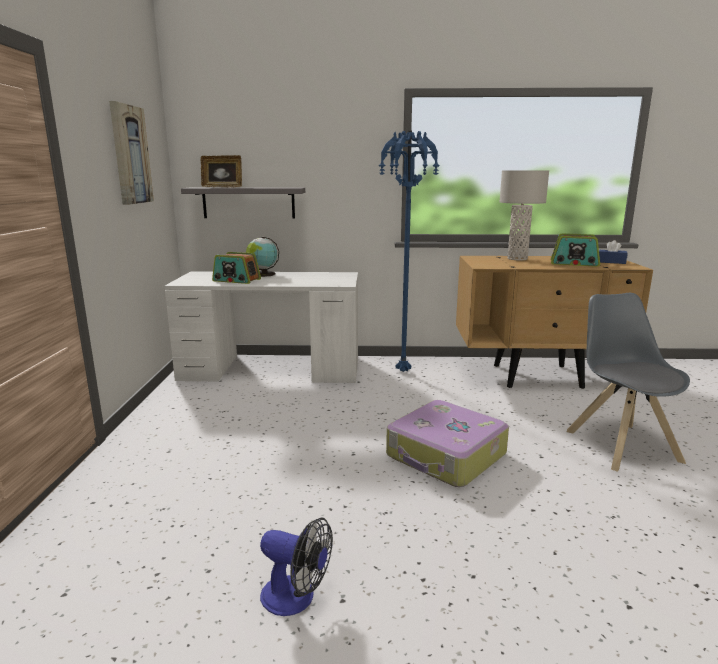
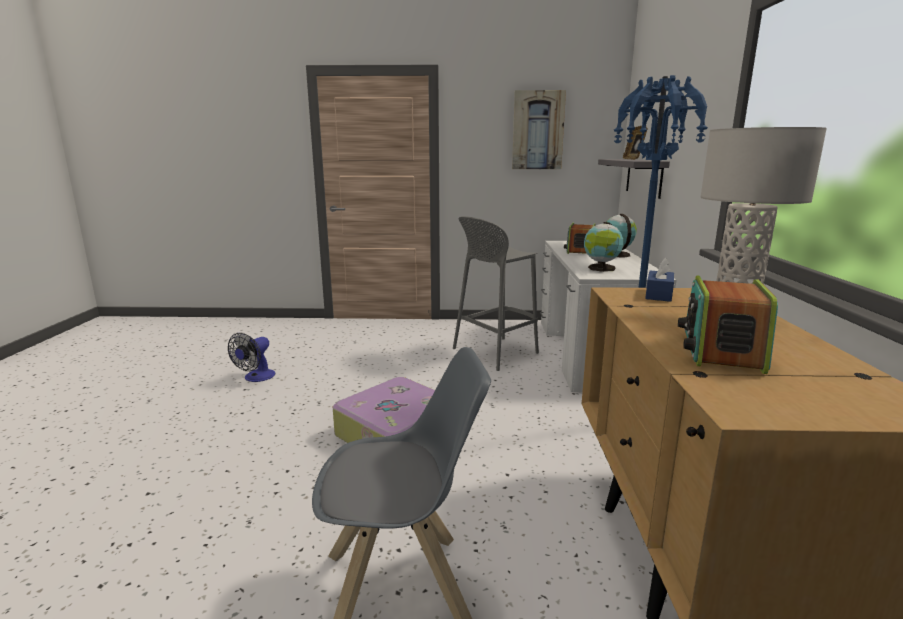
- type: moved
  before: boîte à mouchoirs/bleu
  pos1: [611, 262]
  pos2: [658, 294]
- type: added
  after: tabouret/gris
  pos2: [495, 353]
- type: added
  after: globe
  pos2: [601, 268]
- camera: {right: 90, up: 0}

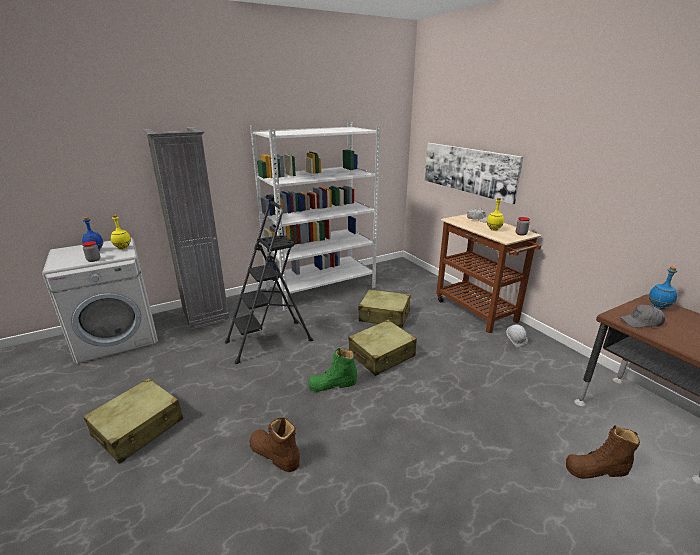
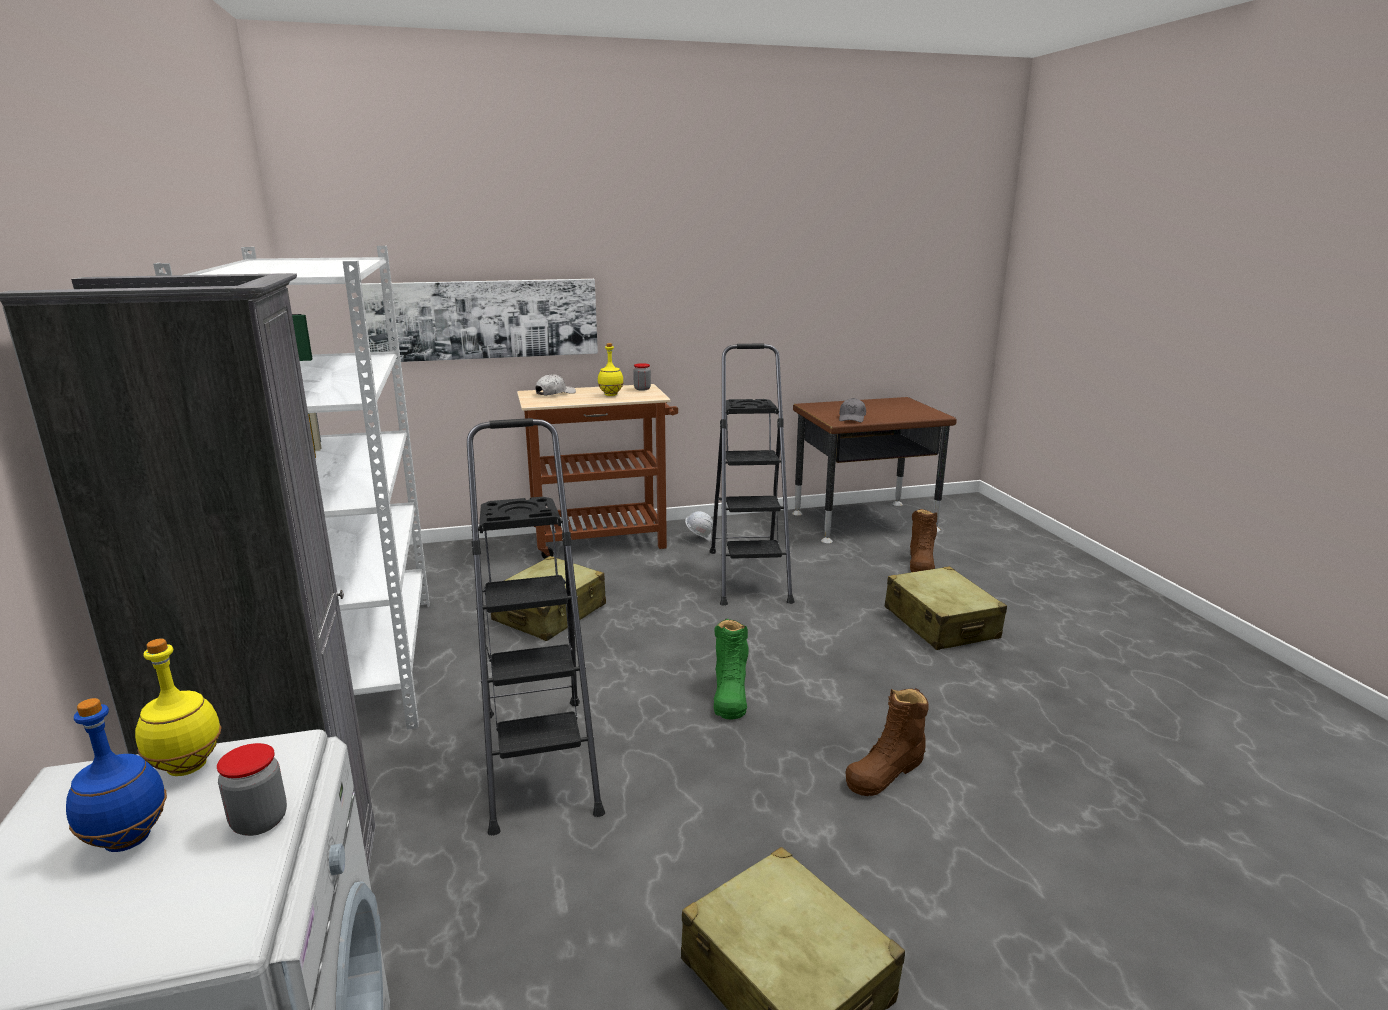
- type: removed
  before: bouteille/bleu
  pos1: [658, 307]
- type: moved
  before: valise/beige
  pos1: [382, 355]
  pos2: [941, 623]
- type: added
  after: escabeau
  pos2: [748, 574]
- camera: {right: -75, up: -5}

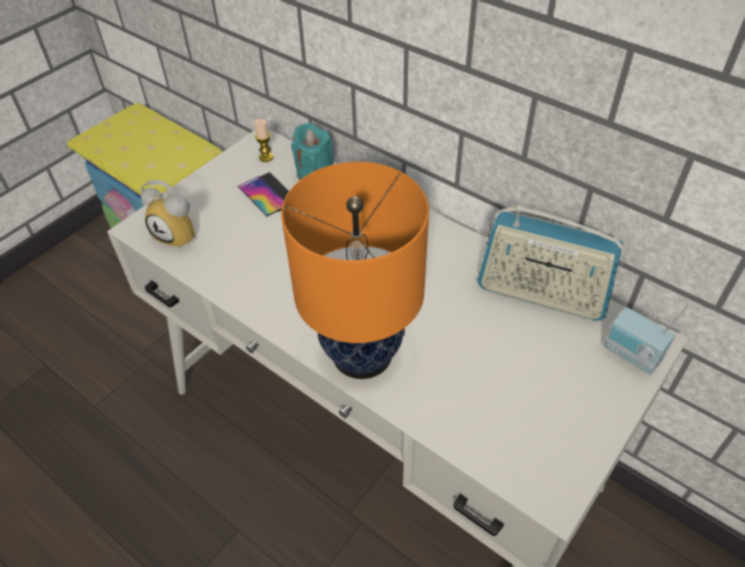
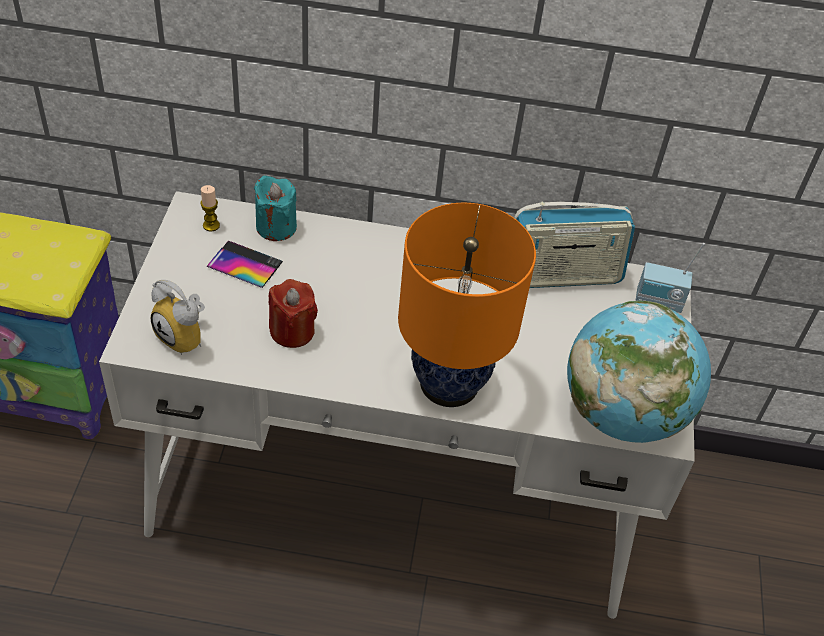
- type: turned
  before: réveil
  pos1: [181, 235]
  pos2: [186, 337]
  turn: 45
- type: added
  after: bougie/rouge
  pos2: [292, 331]
- type: added
  after: globe
  pos2: [622, 414]
- camera: {right: -35, up: 0}

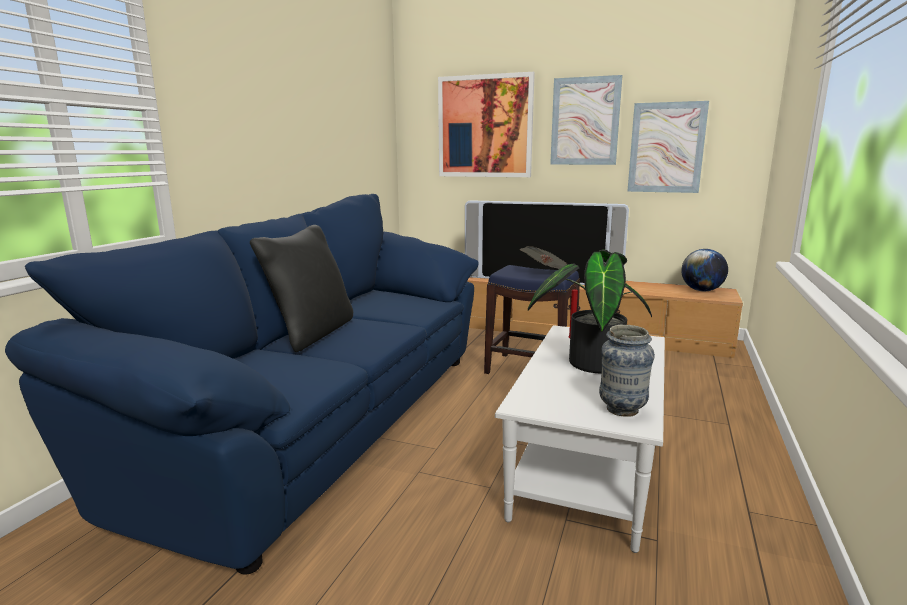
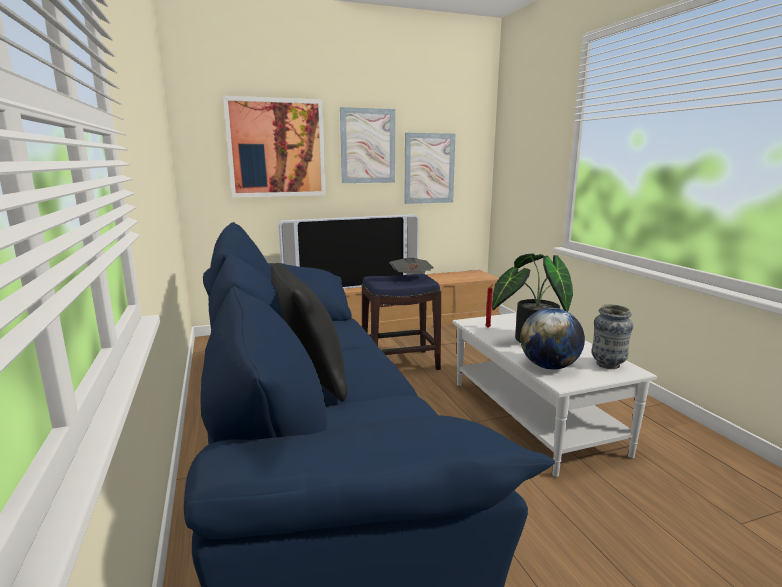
- type: moved
  before: globe
  pos1: [702, 290]
  pos2: [549, 366]
- camera: {right: -40, up: 0}

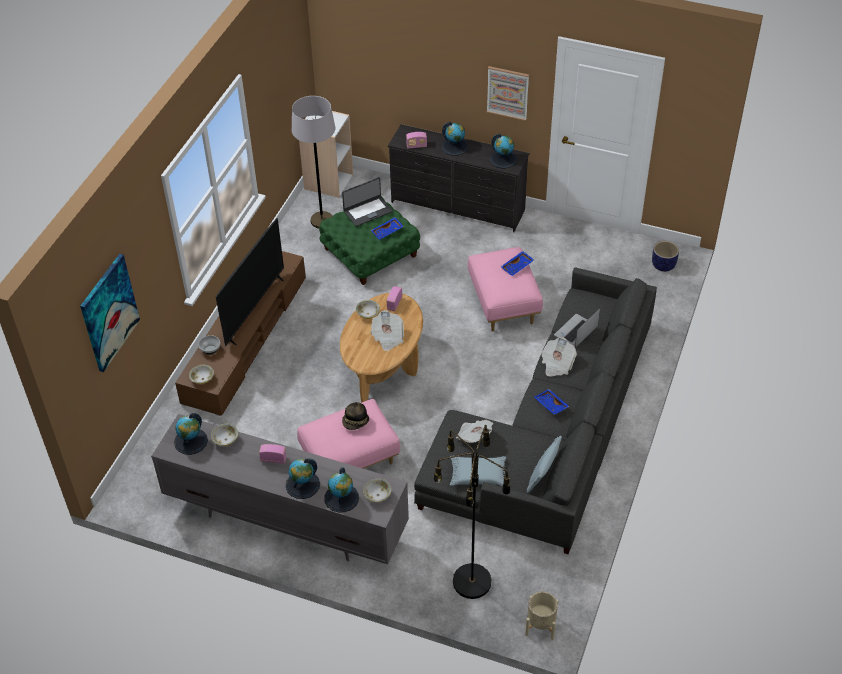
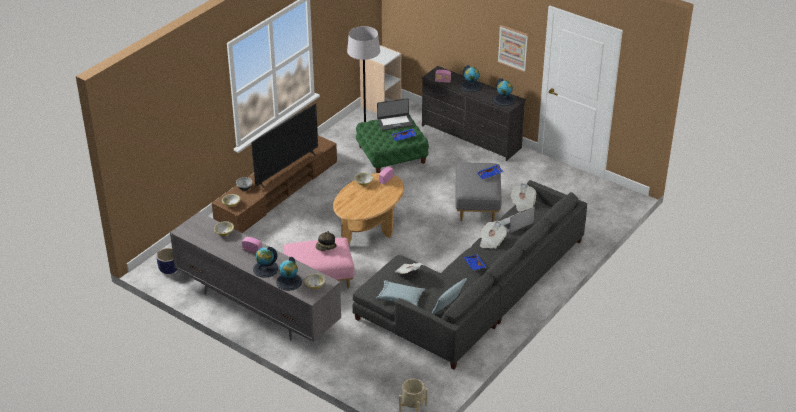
- type: moved
  before: cache-pot
  pos1: [663, 265]
  pos2: [169, 269]
- type: recoloured
  before: pouf/rose
  after: pouf/gris
  pos1: [504, 305]
  pos2: [477, 205]
- type: removed
  before: tableau
  pos1: [109, 312]
- type: moved
  before: journal
  pos1: [388, 337]
  pos2: [522, 203]
- type: removed
  before: globe
  pos1: [191, 441]
- type: removed
  before: lampadaire
  pos1: [471, 582]
- camera: {right: 15, up: -10}

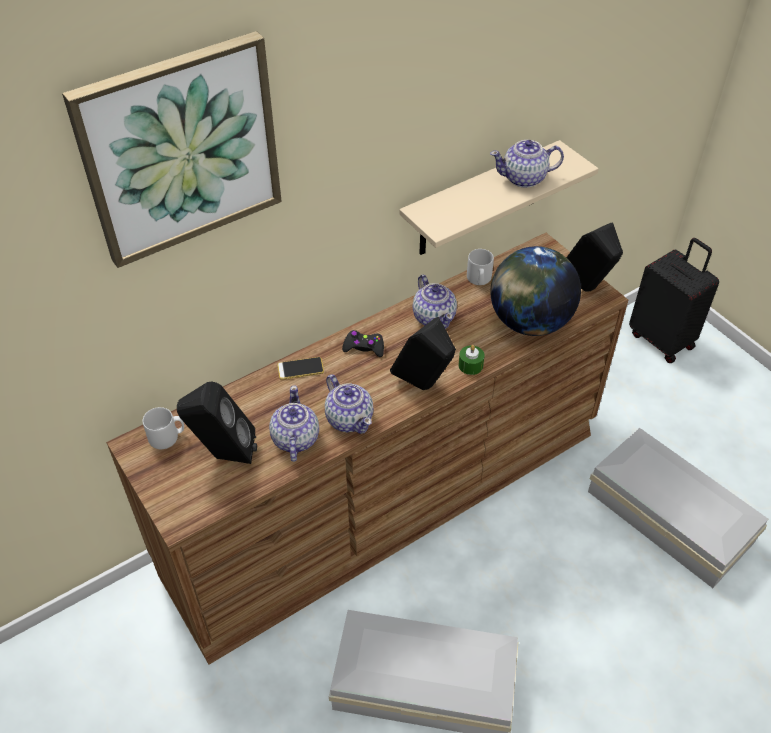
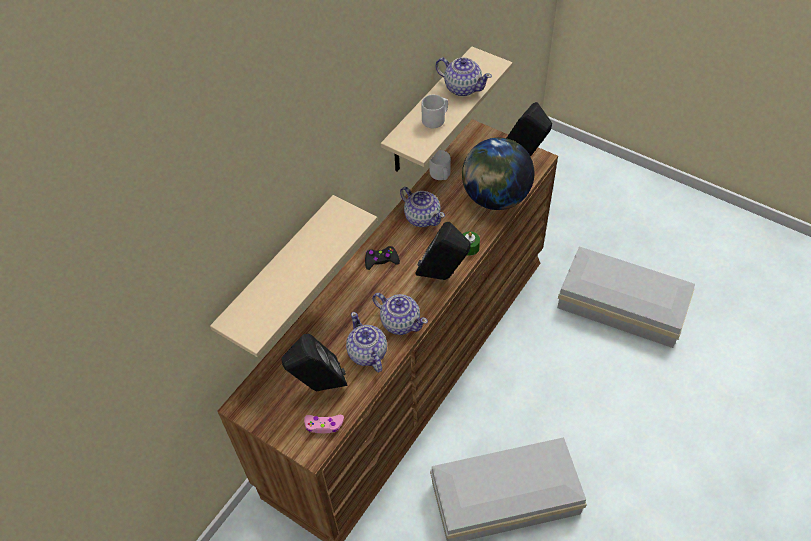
- type: removed
  before: tableau
  pos1: [181, 149]
- type: turned
  before: théière
  pos1: [524, 178]
  pos2: [462, 87]
  turn: -120
- type: removed
  before: valise/noir
  pos1: [662, 340]
- type: removed
  before: téléphone
  pos1: [300, 368]
- type: moved
  before: mug/gris
  pos1: [167, 437]
  pos2: [435, 119]
- type: added
  after: étagère/beige
  pos2: [279, 276]
- type: added
  after: manette/rose
  pos2: [324, 425]
- camera: {right: -20, up: 5}

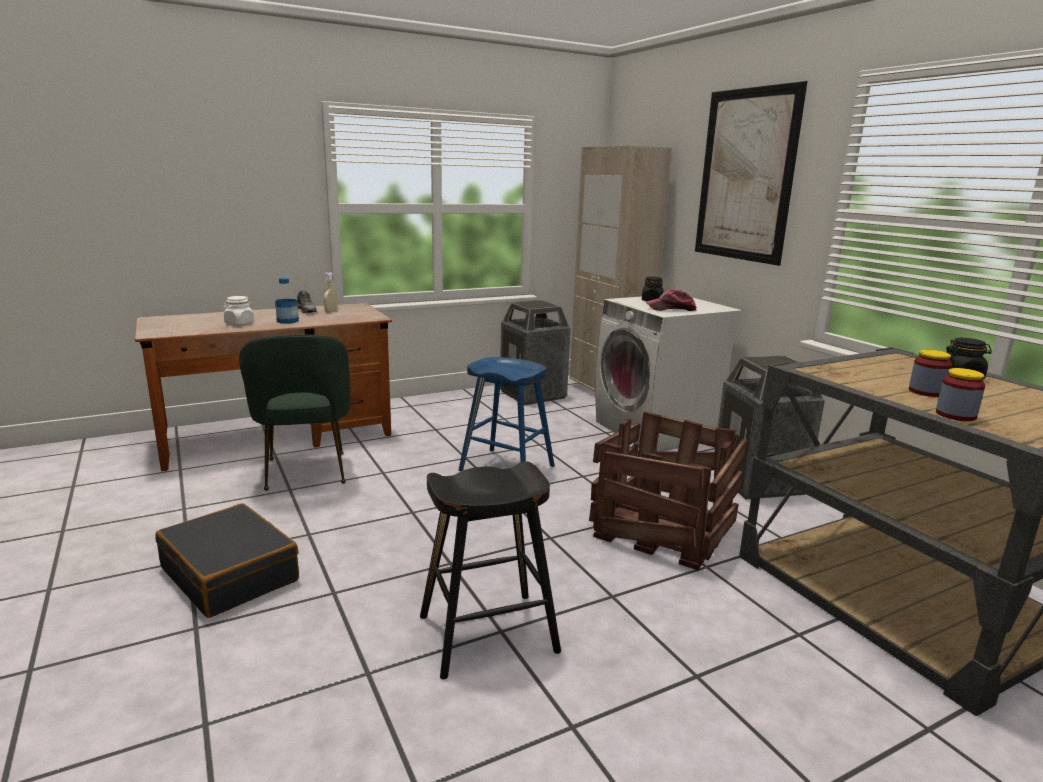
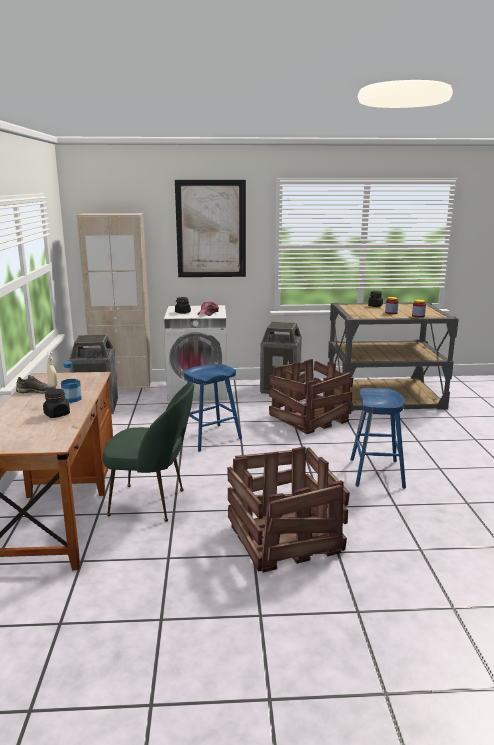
- type: recoloured
  before: bocal/blanc
  after: bocal/noir
  pos1: [239, 323]
  pos2: [57, 414]
- type: recoloured
  before: tabouret/noir
  after: tabouret/bleu
  pos1: [488, 634]
  pos2: [376, 473]
- type: replaced
  before: valise/noir
  after: caisse
  pos1: [230, 574]
  pos2: [283, 539]
- camera: {right: -65, up: 0}

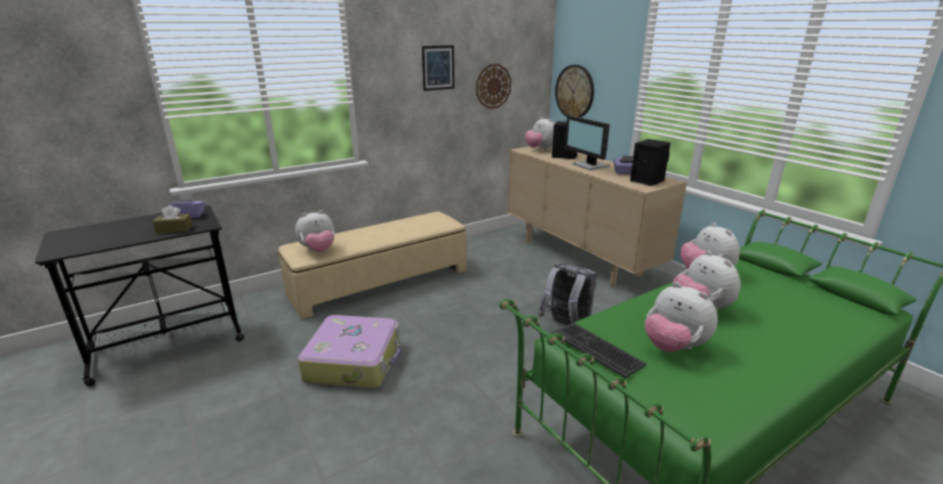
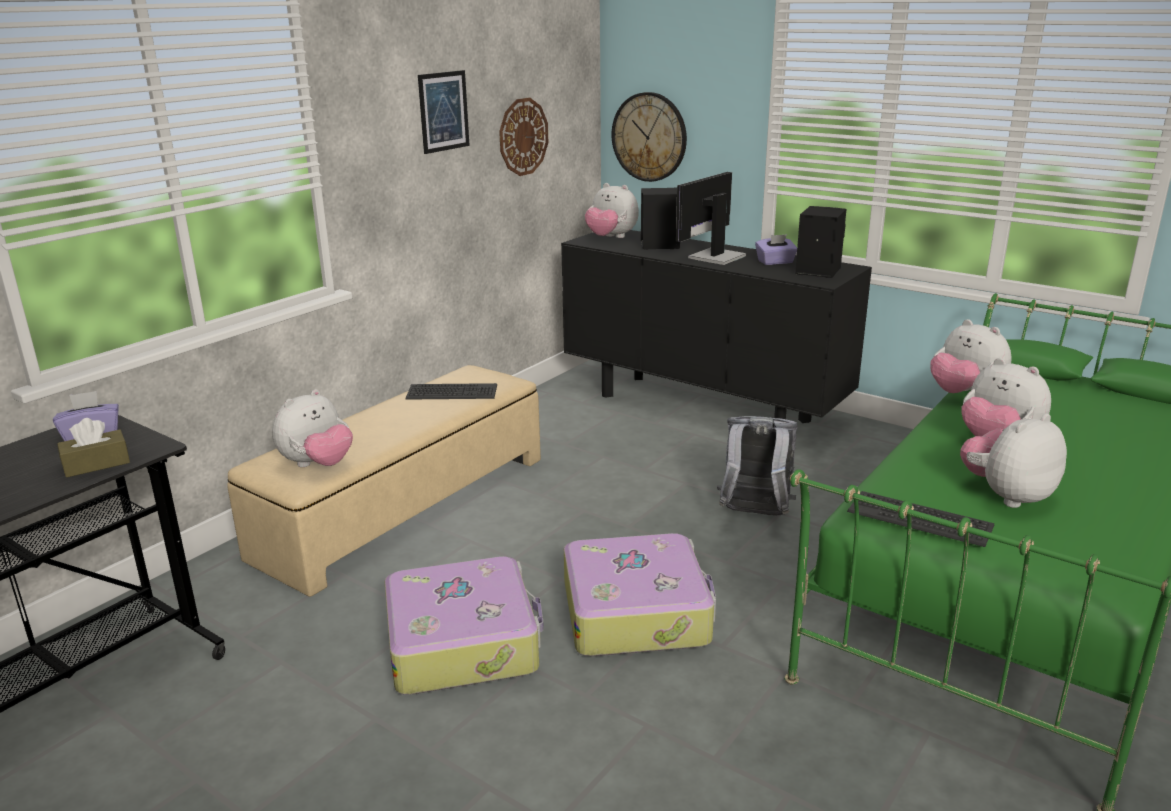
- type: turned
  before: écran d'ordinateur
  pos1: [590, 166]
  pos2: [714, 257]
  turn: 90
- type: recoloured
  before: commode/beige
  after: commode/noir
  pos1: [579, 257]
  pos2: [702, 408]
- type: turned
  before: peluche
  pos1: [674, 347]
  pos2: [1007, 496]
  turn: 120
- type: added
  after: clavier
  pos2: [451, 393]
- type: added
  after: valise
  pos2: [637, 612]
- camera: {right: -20, up: 0}

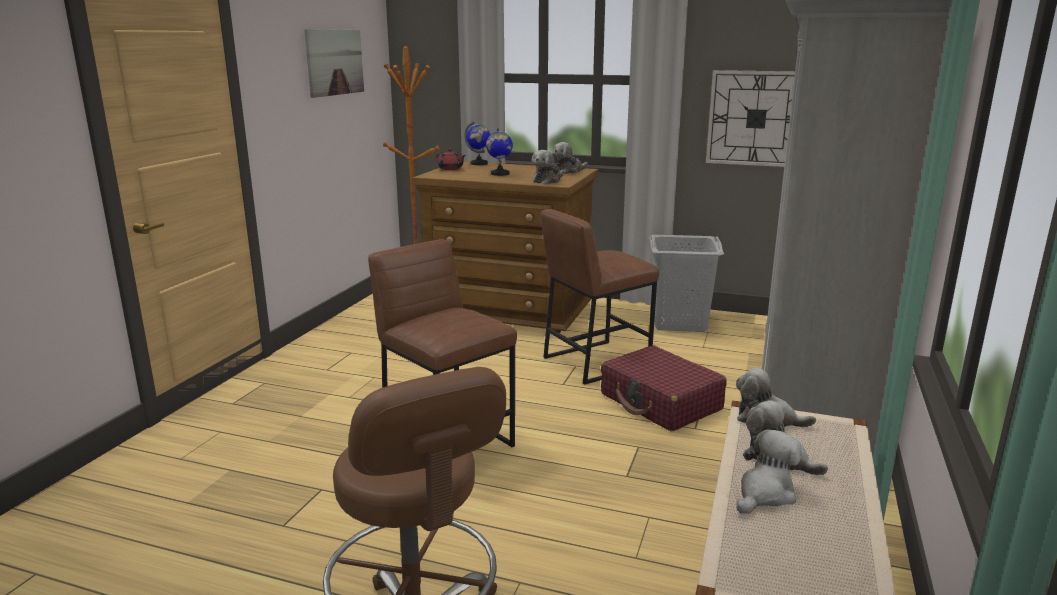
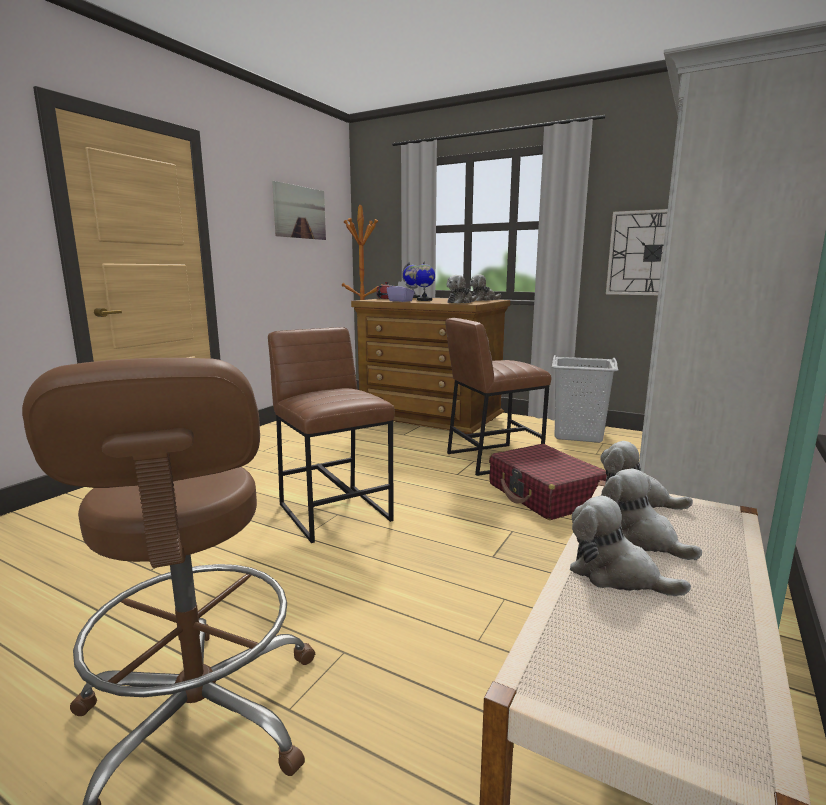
- type: turned
  before: peluche
  pos1: [764, 493]
  pos2: [616, 574]
  turn: -105
- type: added
  after: boîte à mouchoirs/violet
  pos2: [400, 301]
- camera: {right: 10, up: -5}

